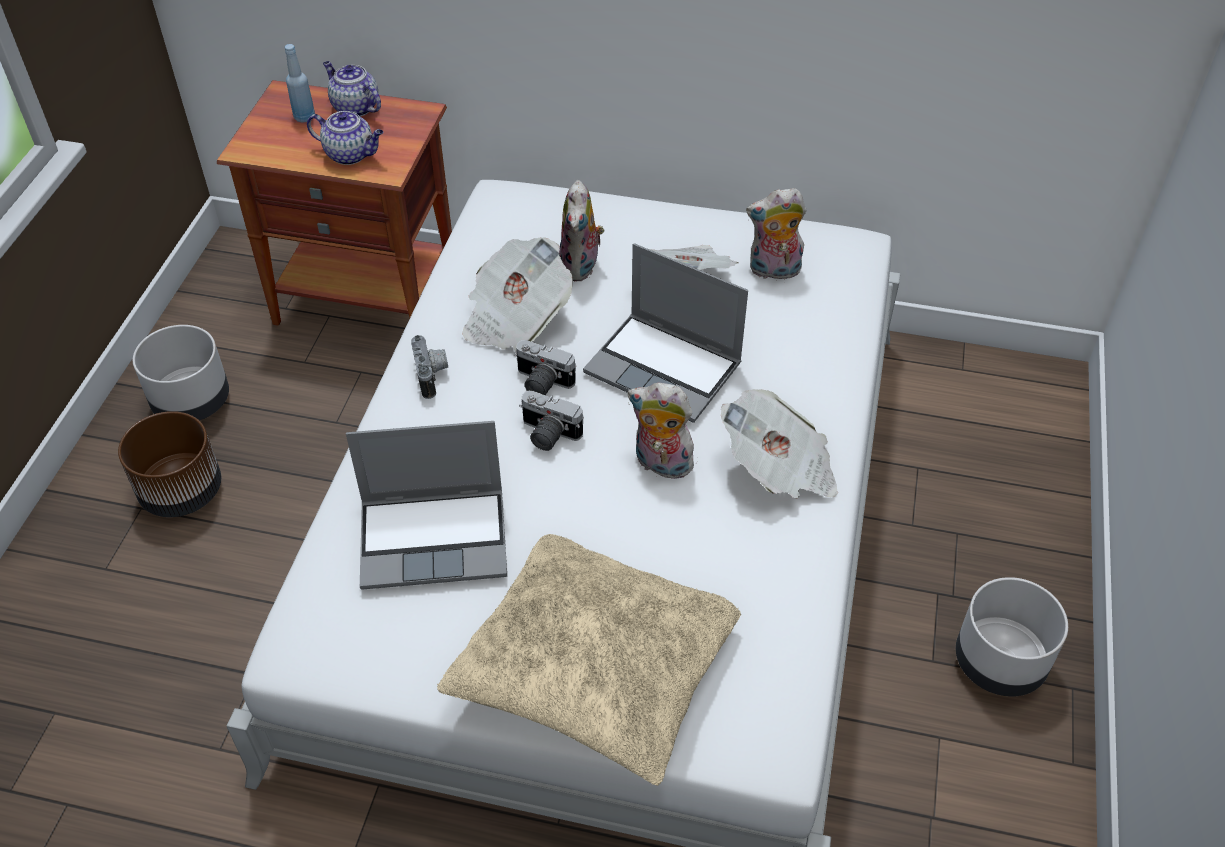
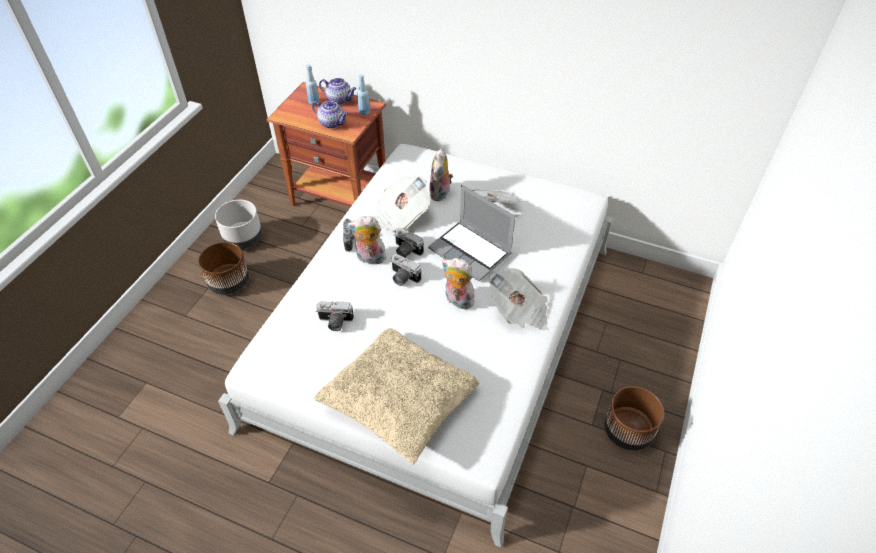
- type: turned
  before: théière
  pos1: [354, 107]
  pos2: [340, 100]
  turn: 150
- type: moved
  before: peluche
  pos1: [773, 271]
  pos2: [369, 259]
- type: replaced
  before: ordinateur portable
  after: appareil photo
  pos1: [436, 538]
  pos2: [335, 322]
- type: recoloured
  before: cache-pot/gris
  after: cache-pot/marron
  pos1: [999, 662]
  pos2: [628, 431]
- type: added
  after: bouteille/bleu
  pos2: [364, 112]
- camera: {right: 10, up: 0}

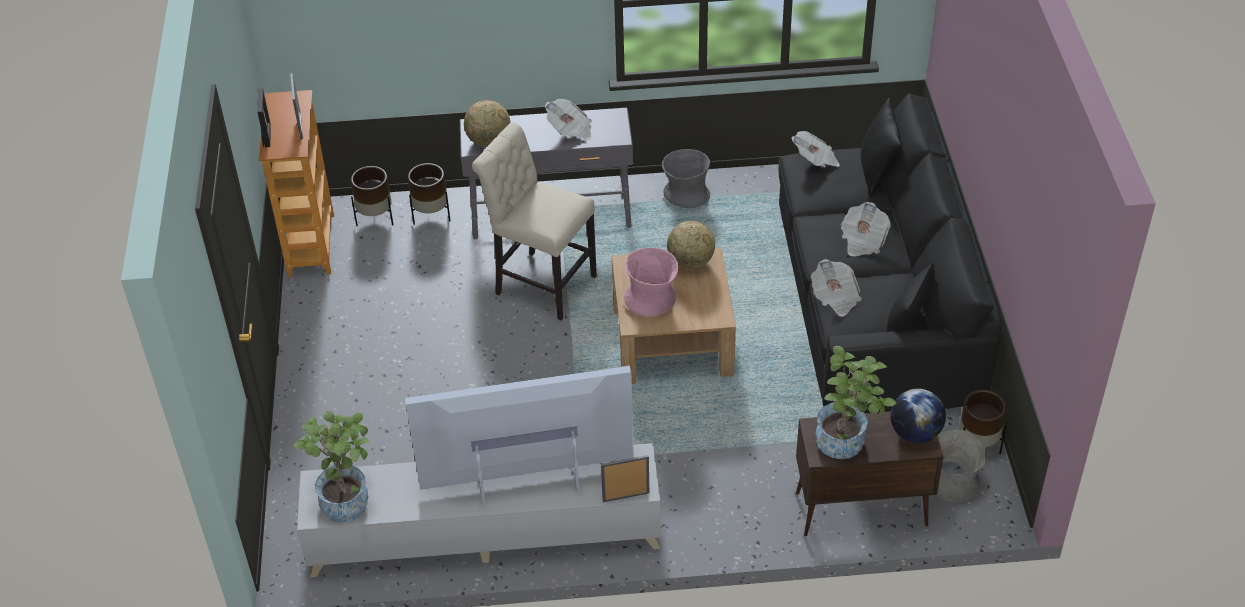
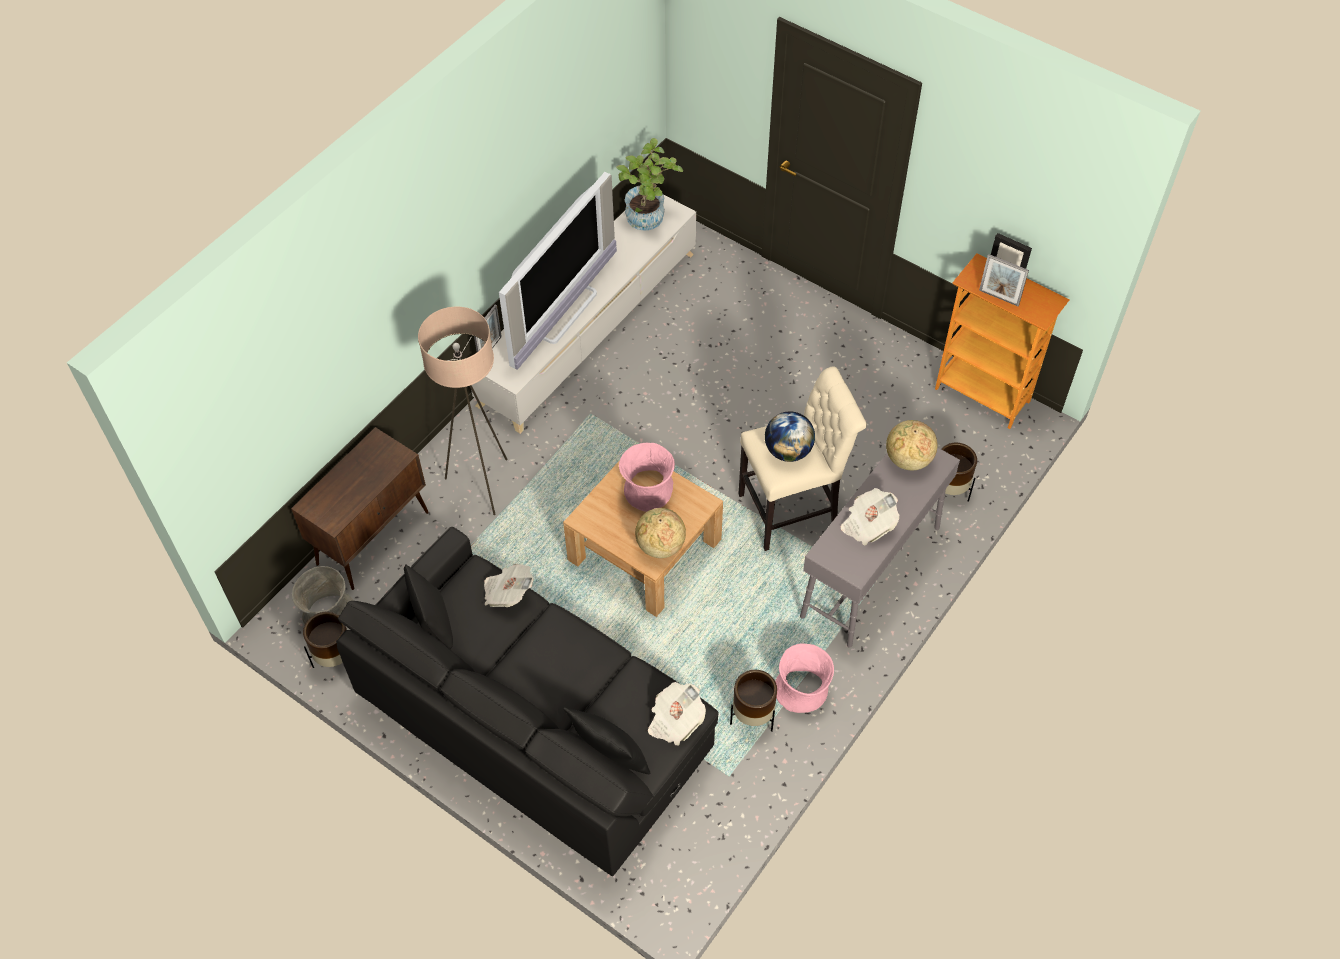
- type: recoloured
  before: vase/gris
  after: vase/rose
  pos1: [686, 195]
  pos2: [802, 690]
- type: moved
  before: cache-pot/marron
  pos1: [375, 218]
  pos2: [752, 716]
- type: removed
  before: journal
  pos1: [863, 240]
- type: removed
  before: plante en pot
  pos1: [847, 442]
- type: moved
  before: globe
  pos1: [915, 433]
  pos2: [788, 451]
- type: added
  after: lampadaire/beige
  pos2: [482, 484]
- camera: {right: 130, up: 10}

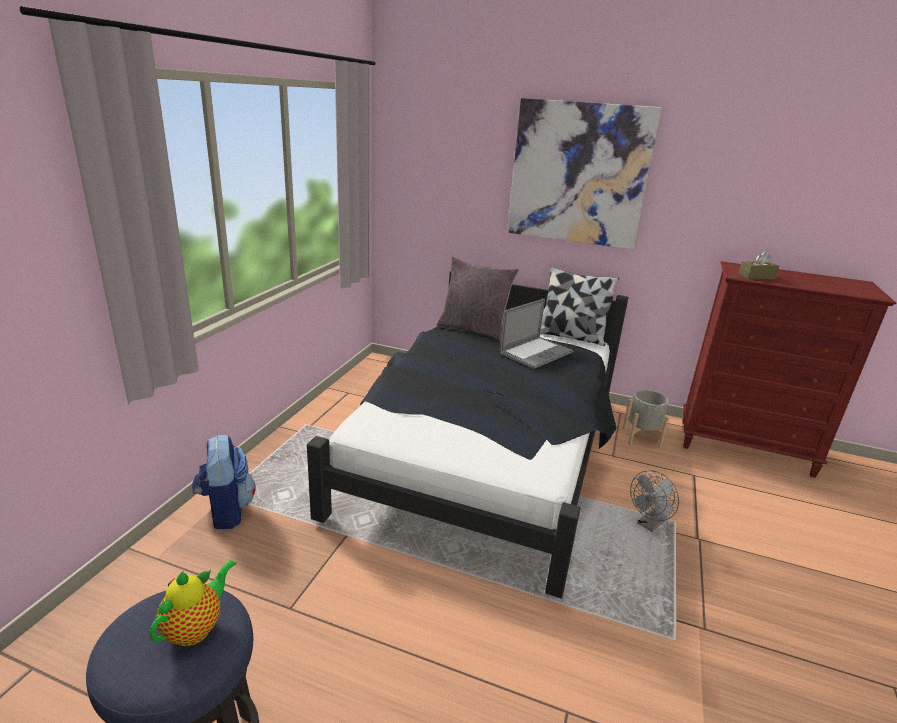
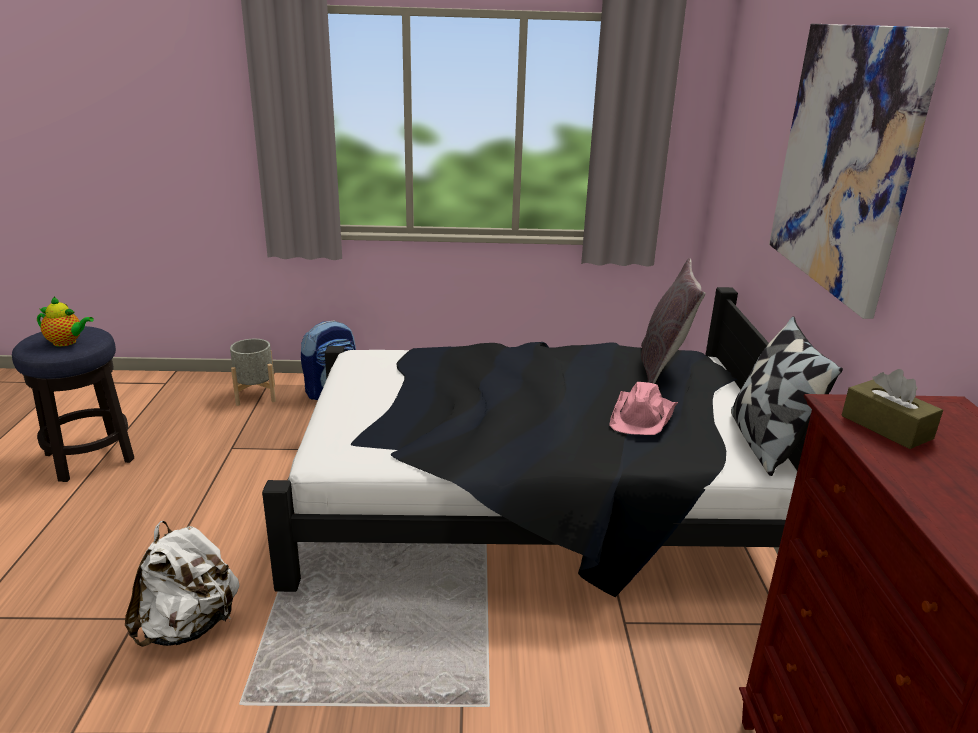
- type: replaced
  before: ordinateur portable
  after: chapeau/rose
  pos1: [536, 352]
  pos2: [643, 416]
- type: moved
  before: cache-pot/gris
  pos1: [641, 437]
  pos2: [256, 395]
- type: removed
  before: ventilateur/gris
  pos1: [649, 524]
- type: added
  after: sac à dos/blanc
  pos2: [189, 626]
- camera: {right: 70, up: 0}

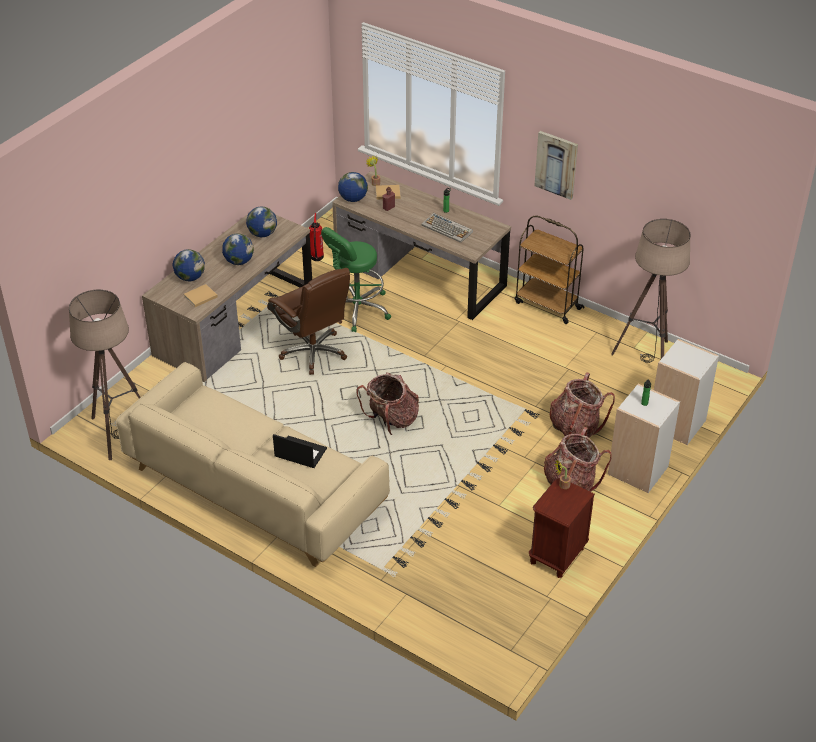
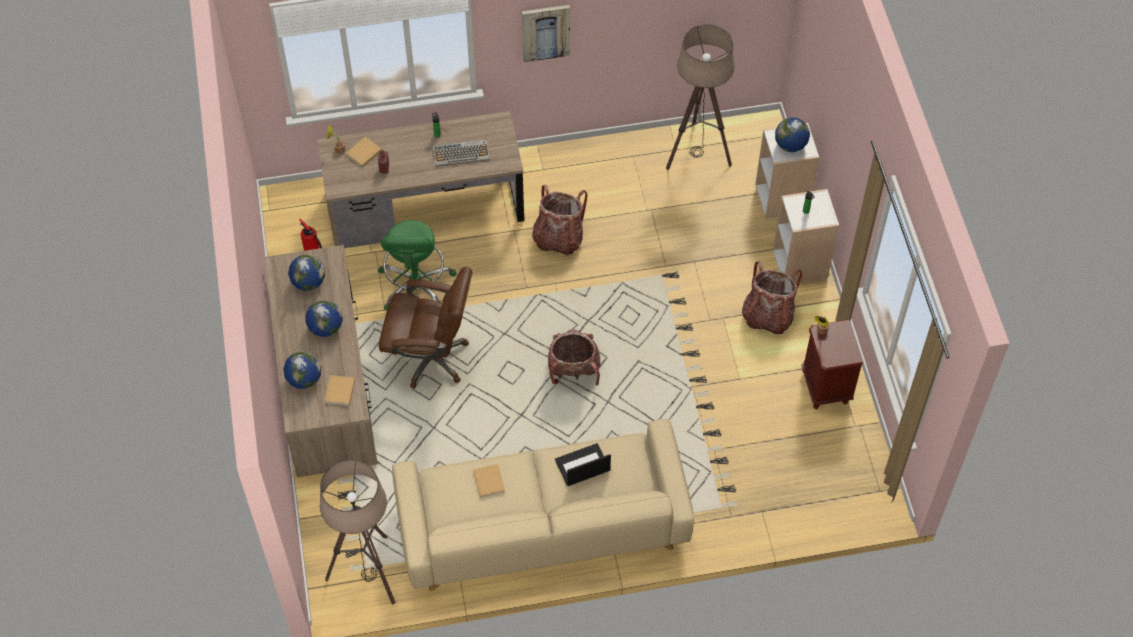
- type: moved
  before: globe
  pos1: [353, 199]
  pos2: [790, 145]
- type: removed
  before: chariot/marron
  pos1: [547, 305]
- type: moved
  before: sac à dos
  pos1: [575, 428]
  pos2: [558, 238]
- type: added
  after: livre/beige
  pos2: [488, 480]
- camera: {right: -45, up: 15}

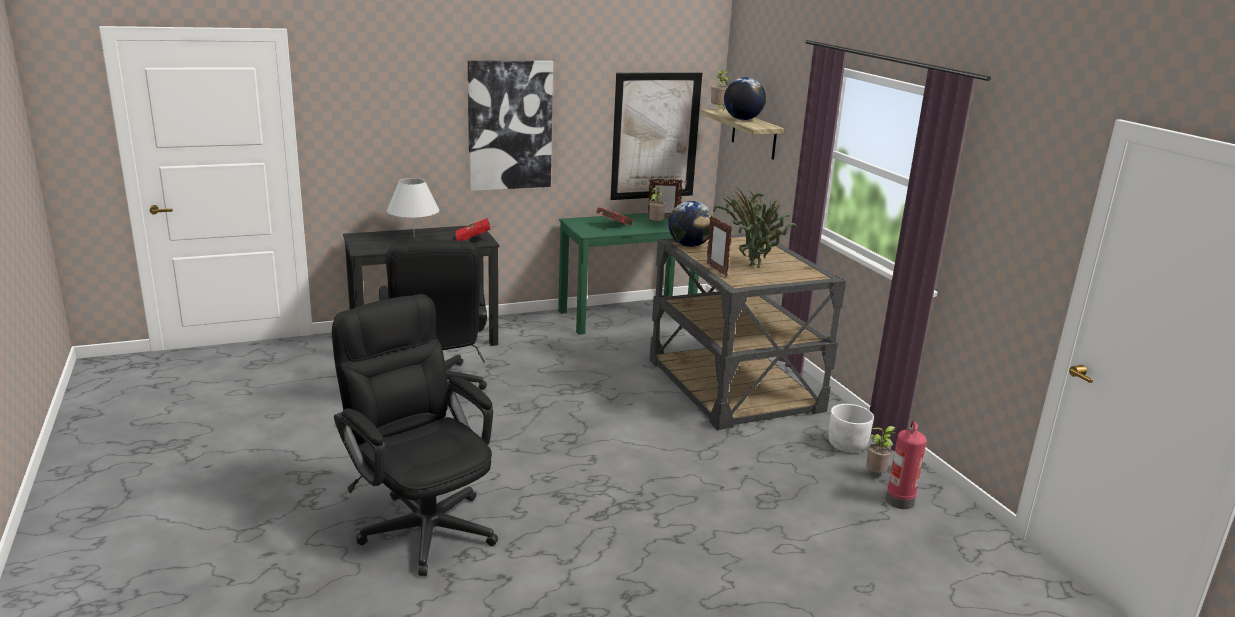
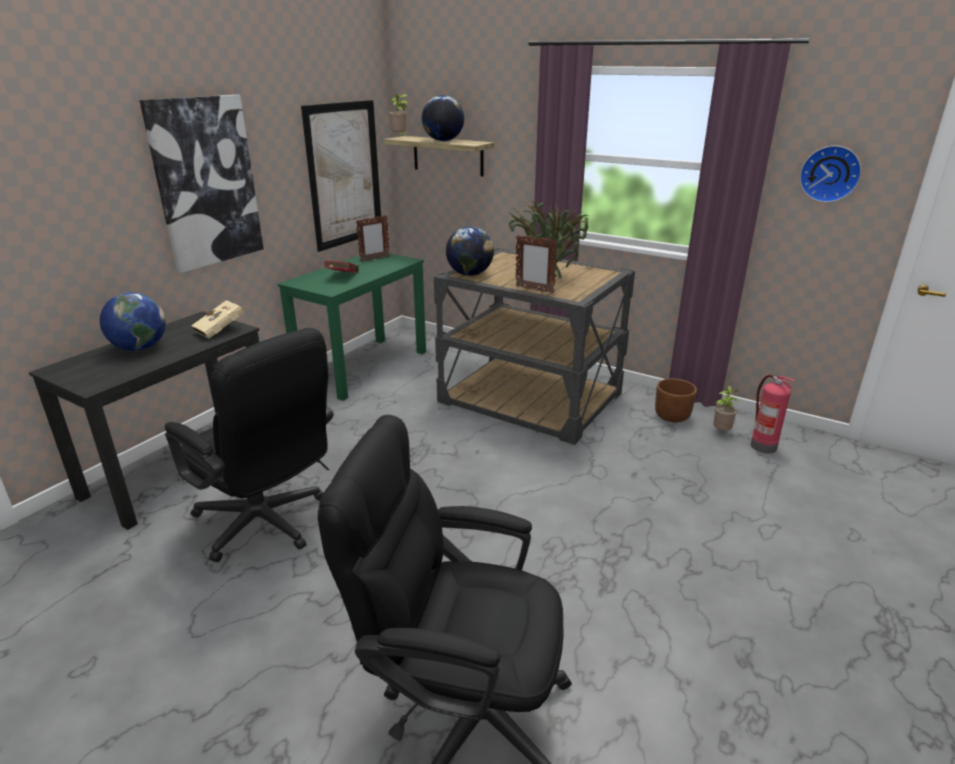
- type: replaced
  before: lampe de table/blanc
  after: globe
  pos1: [414, 237]
  pos2: [140, 348]
- type: removed
  before: plante en pot
  pos1: [655, 224]
- type: recoloured
  before: livre/rouge
  after: livre/beige
  pos1: [475, 240]
  pos2: [222, 330]
- type: recoloured
  before: cache-pot/blanc
  after: cache-pot/marron
  pos1: [847, 445]
  pos2: [672, 416]
- type: added
  after: horloge murale
  pos2: [830, 173]
- camera: {right: -35, up: 5}

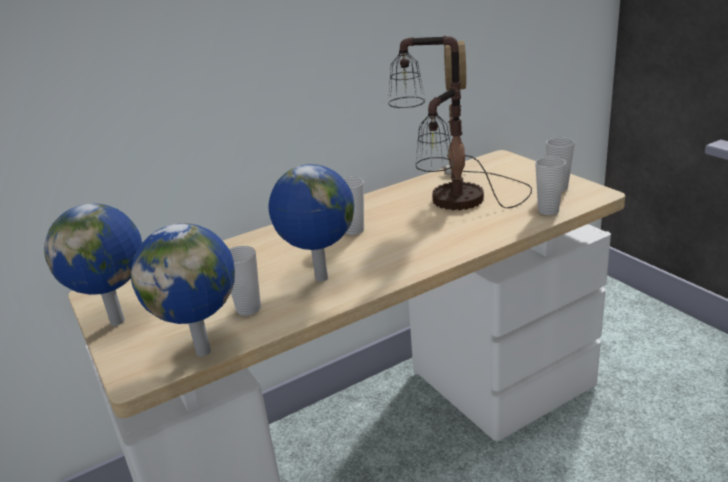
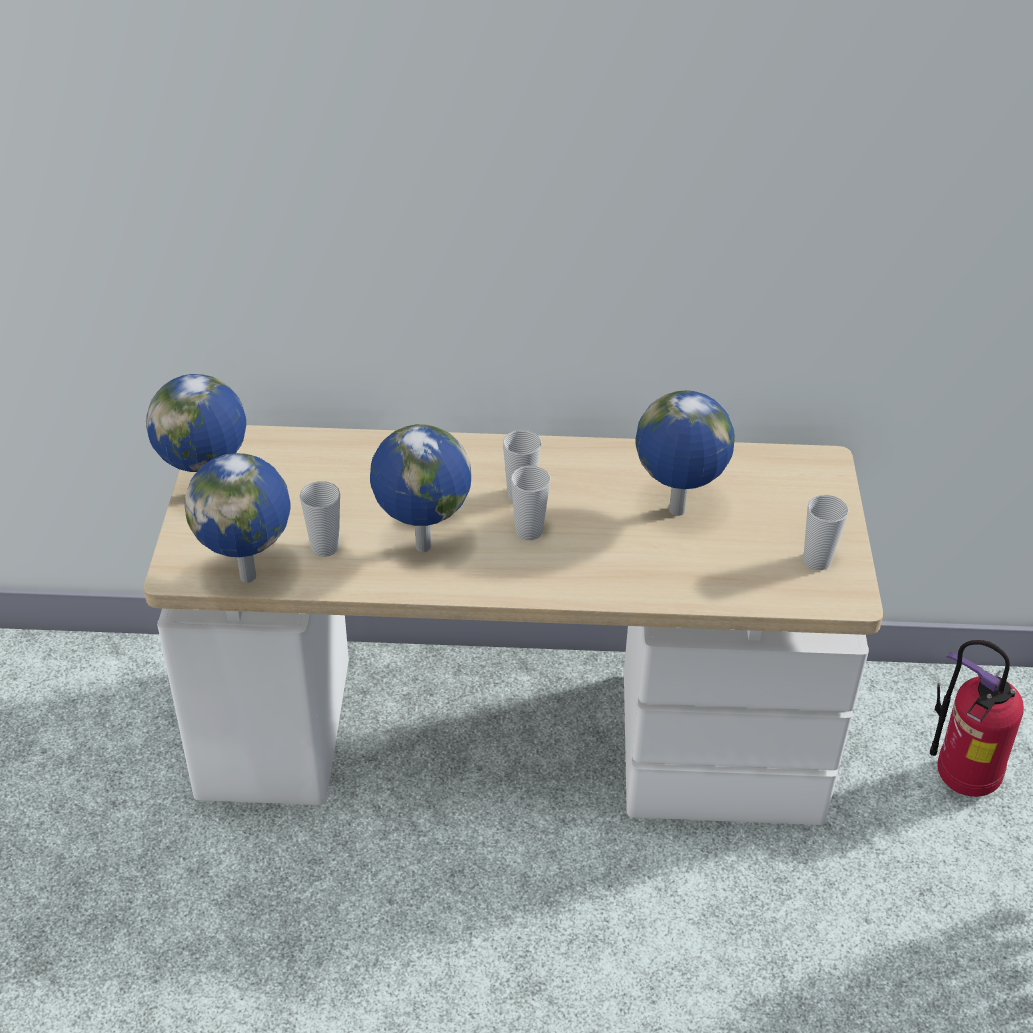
- type: replaced
  before: lampe de table
  after: globe
  pos1: [455, 201]
  pos2: [676, 512]
- type: moved
  before: tasse
  pos1: [548, 211]
  pos2: [529, 531]
- type: added
  after: extincteur
  pos2: [960, 780]
- camera: {right: 30, up: 15}

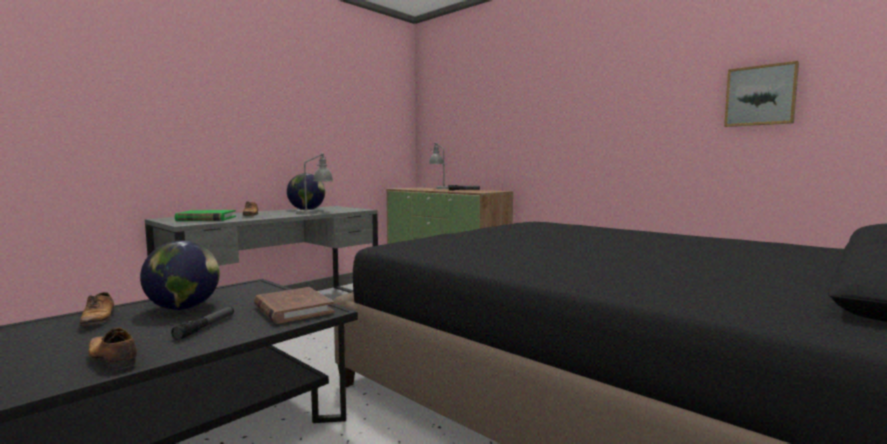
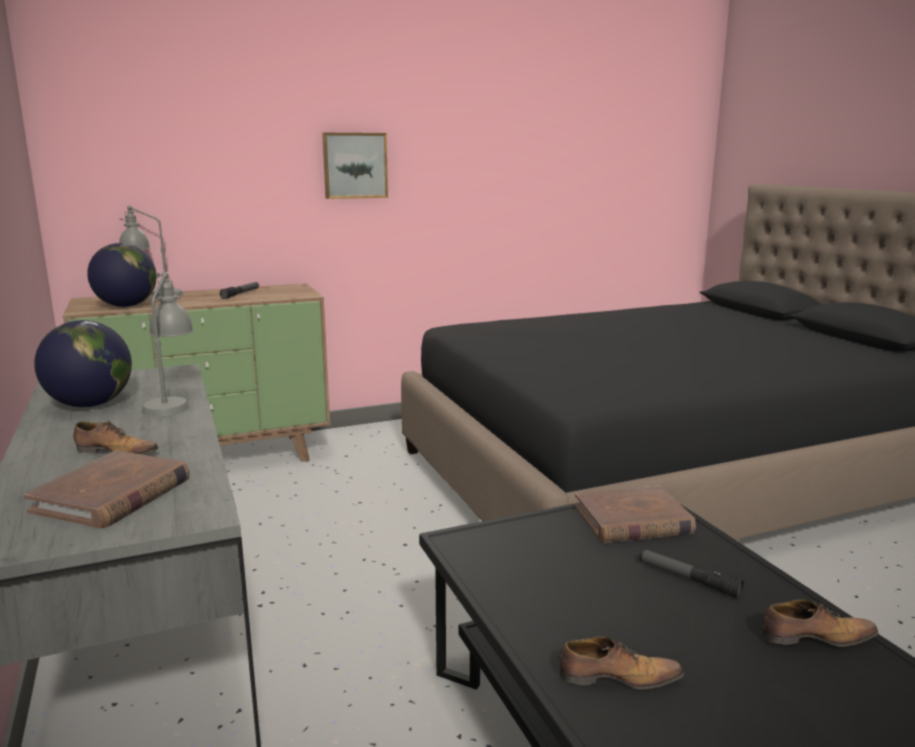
- type: moved
  before: tableau
  pos1: [760, 96]
  pos2: [354, 165]
- type: recoloured
  before: livre/vert
  after: livre/marron
  pos1: [206, 219]
  pos2: [113, 495]
- type: moved
  before: globe
  pos1: [184, 308]
  pos2: [126, 306]
- type: turned
  before: chaussure
  pos1: [111, 359]
  pos2: [814, 637]
  turn: -150
- camera: {right: -65, up: 10}

